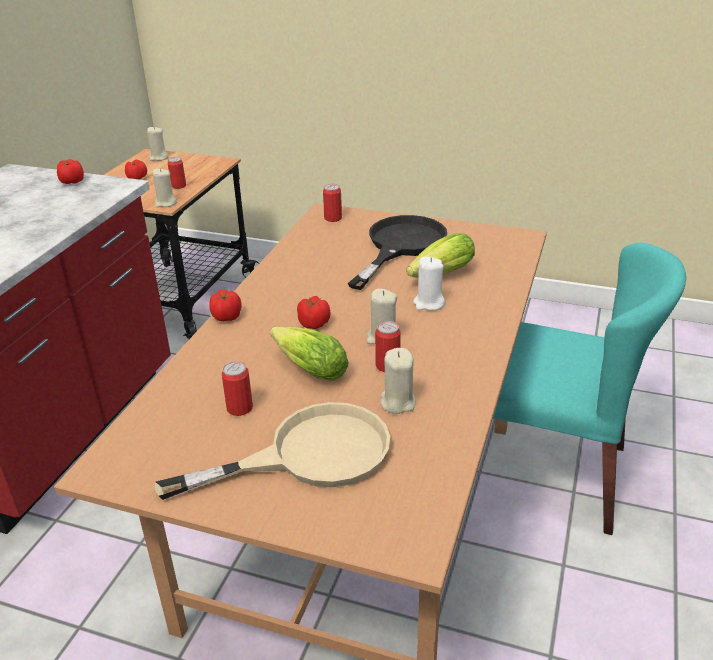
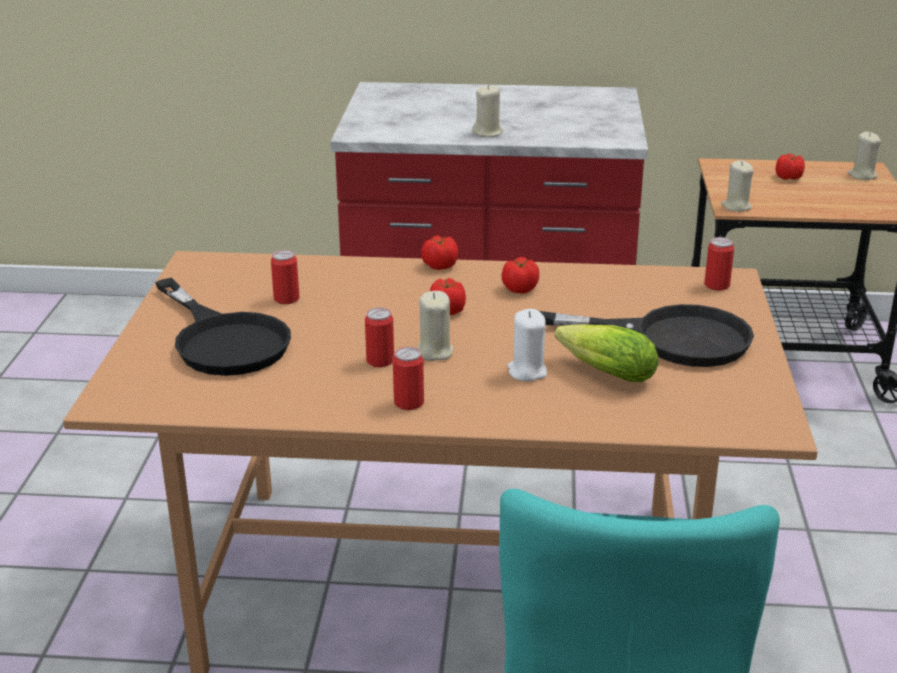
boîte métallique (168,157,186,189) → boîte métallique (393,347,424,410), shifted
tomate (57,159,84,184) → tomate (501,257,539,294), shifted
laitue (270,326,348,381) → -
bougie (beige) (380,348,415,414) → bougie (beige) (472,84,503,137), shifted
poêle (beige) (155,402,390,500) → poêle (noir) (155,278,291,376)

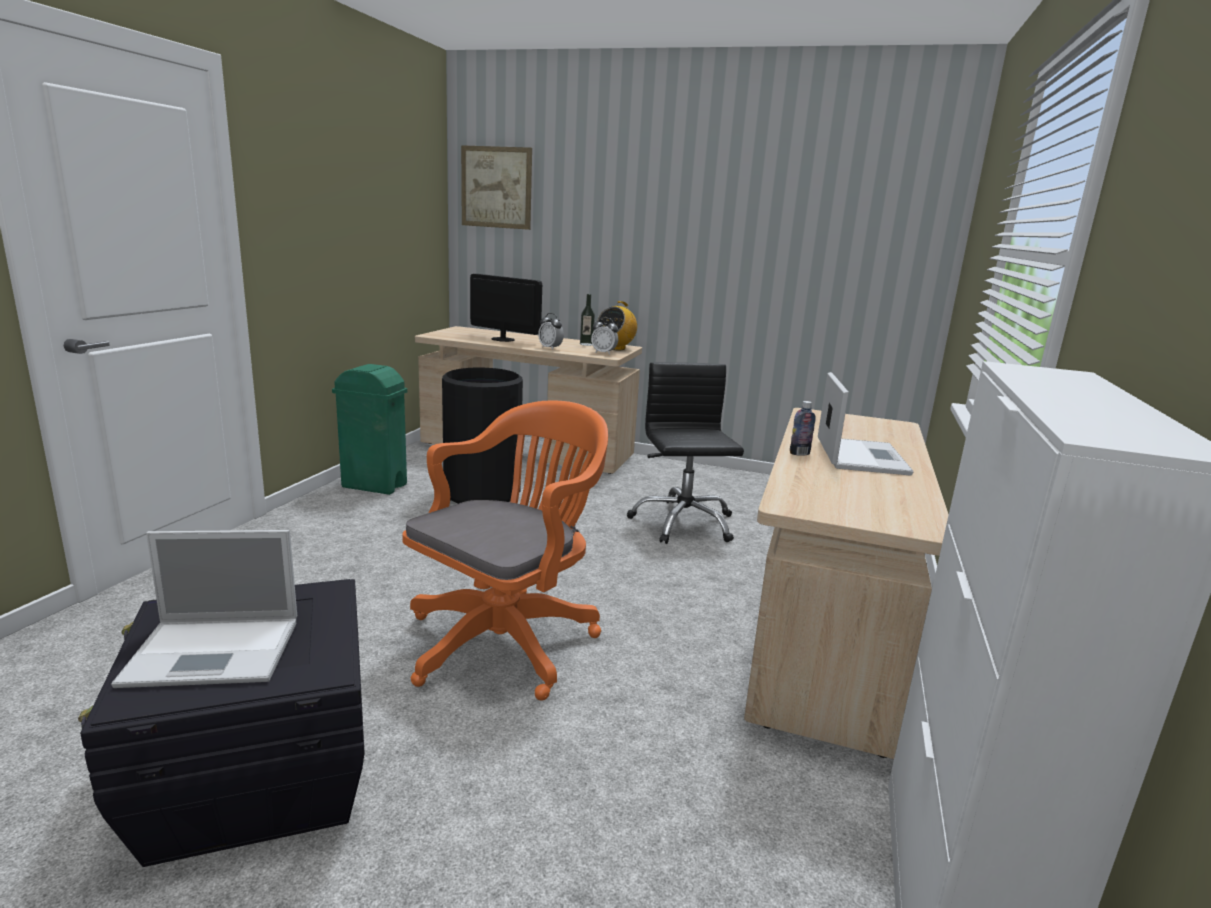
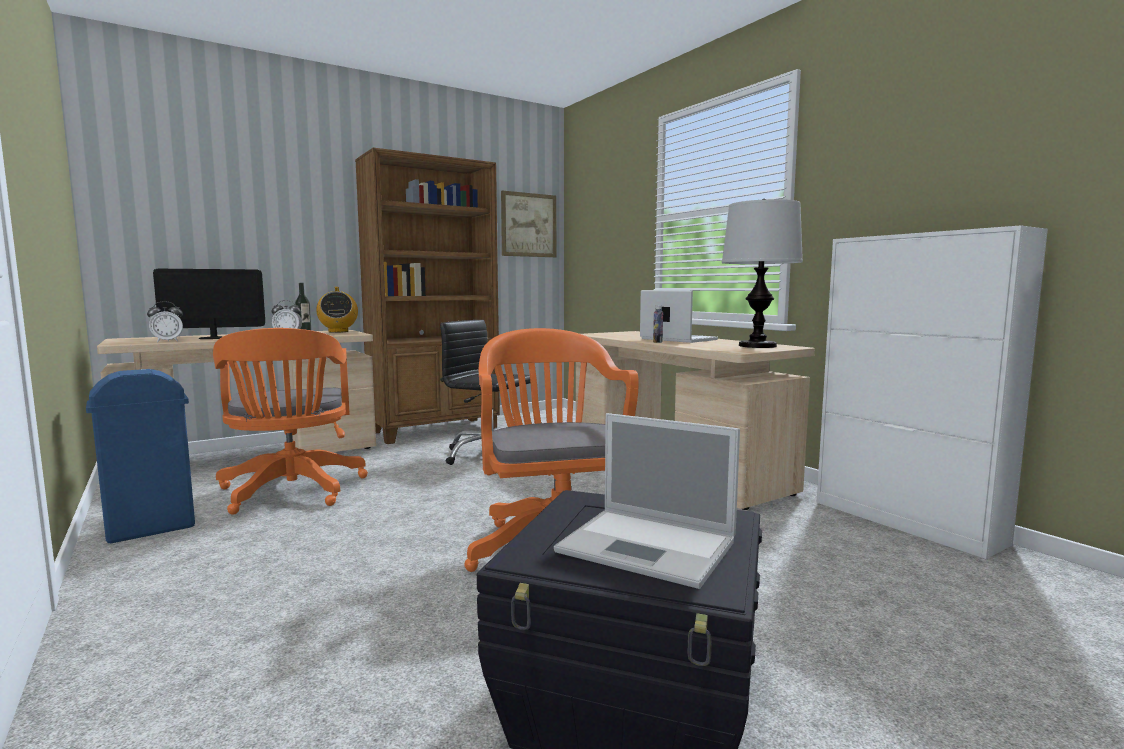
tableau (461,145,532,230) → tableau (501,190,556,257), shifted
réveil (591,317,618,355) → réveil (147,301,183,342), shifted
poubelle (vert) (332,364,407,495) → poubelle (bleu) (86,369,195,543)
poubelle (noir) (442,368,523,504) → chaise de bureau (orange) (213,328,368,515)
ordinateur portable (111,530,297,688) → ordinateur portable (554,413,740,589), 90 degrees clockwise
- → bibliothèque (marron) (355,147,500,444)
- → lampe de table (722,198,803,348)

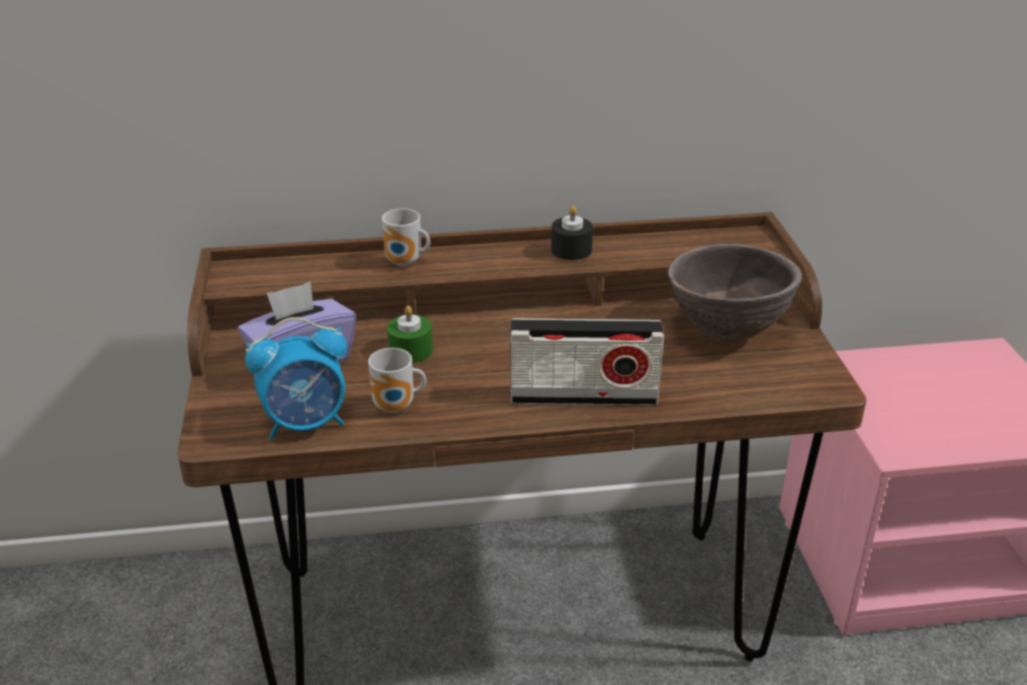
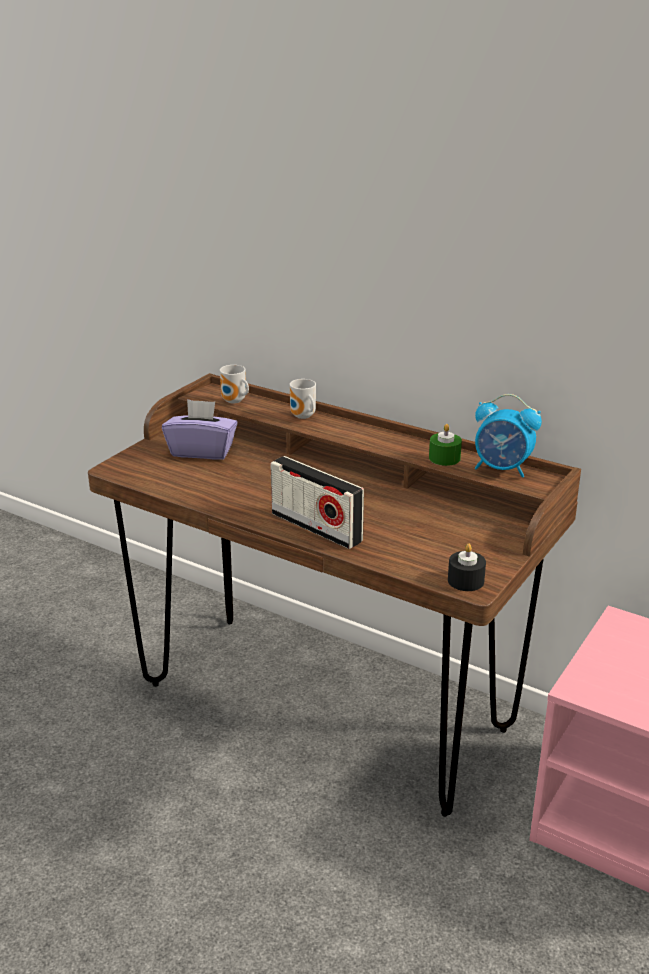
bougie (noir) (551,206,593,260) → bougie (noir) (448,543,486,591), shifted
bol (marron) (668,244,802,342) → -
bougie (vert) (387,306,433,363) → bougie (vert) (429,424,462,466), shifted
réveil (245,317,347,440) → réveil (475,394,542,478), shifted
mug (368,348,426,413) → mug (220,365,249,404), shifted

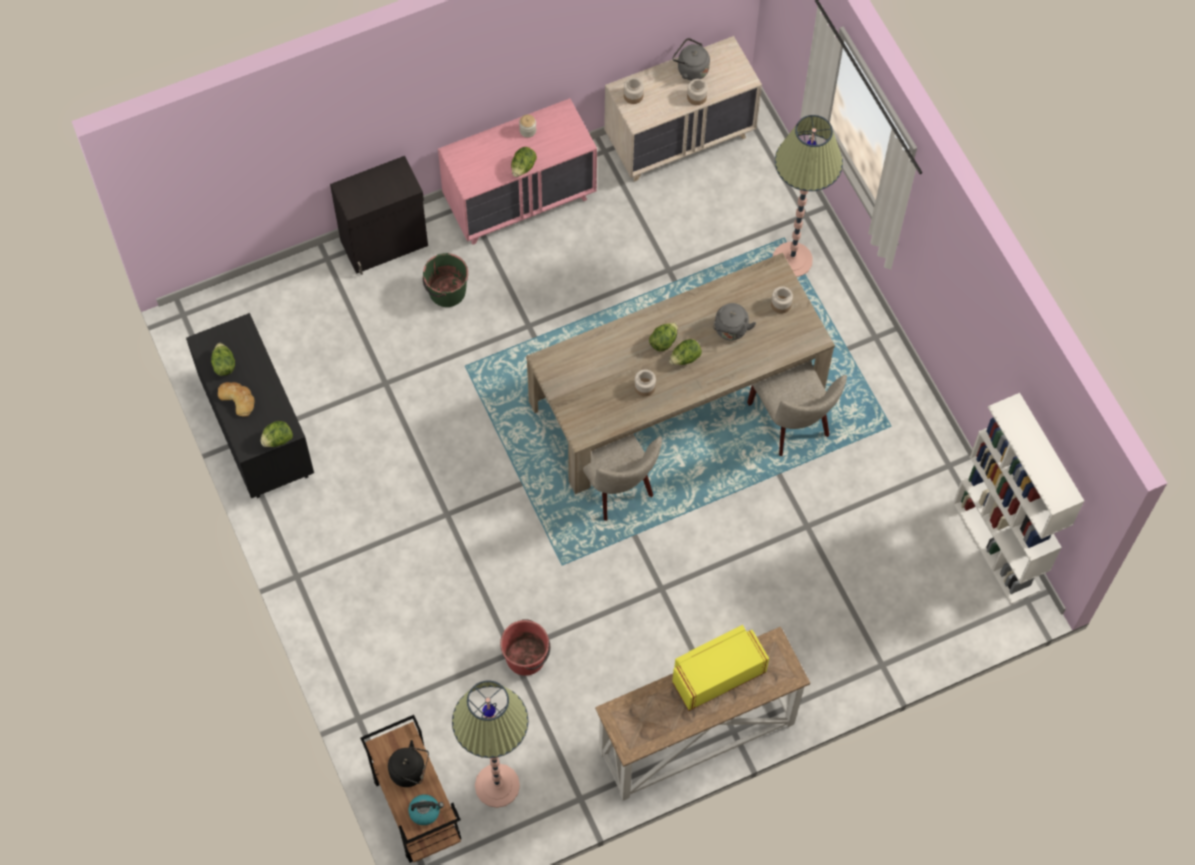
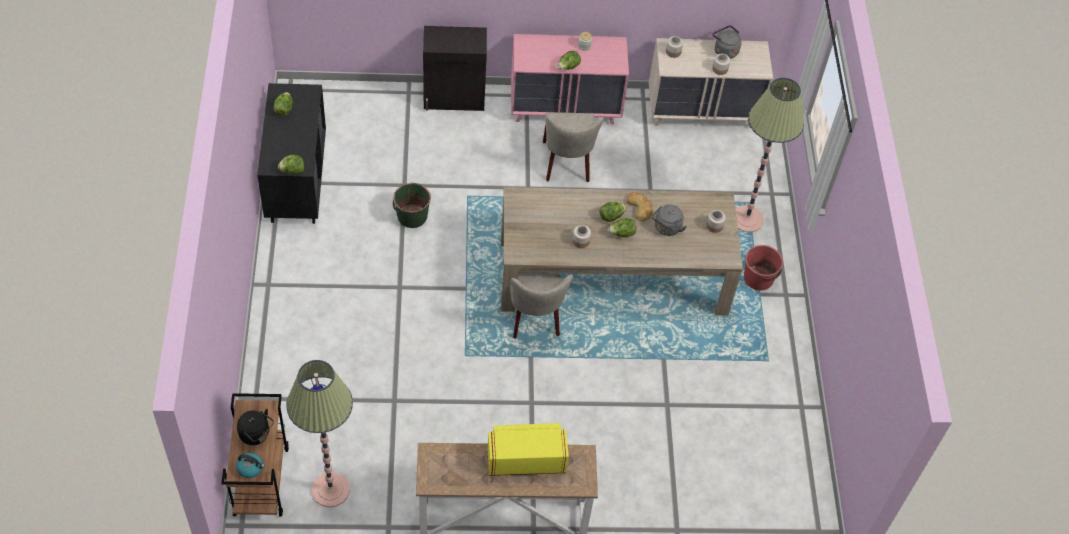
seau (vert) (423,253,468,307) → seau (vert) (393,183,431,228), shifted
chaise (beige) (747,361,847,456) → chaise (beige) (543,113,604,182), shifted
pain (218,382,254,417) → pain (627,192,653,222), shifted
bibliothèque (blanc) (953,393,1084,604) → -
seau (rouge) (500,619,550,676) → seau (rouge) (744,245,783,291), shifted

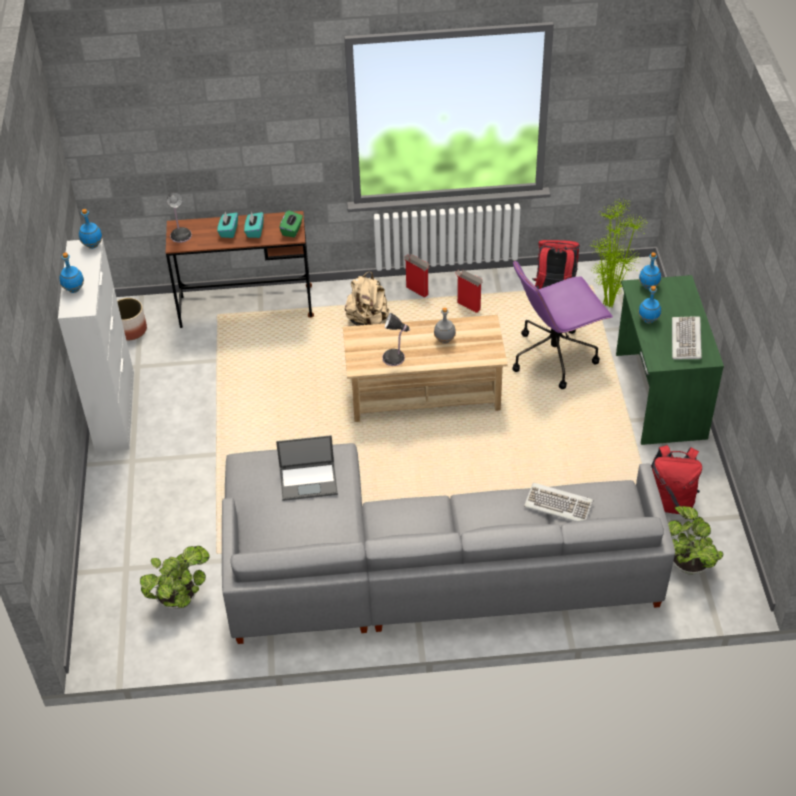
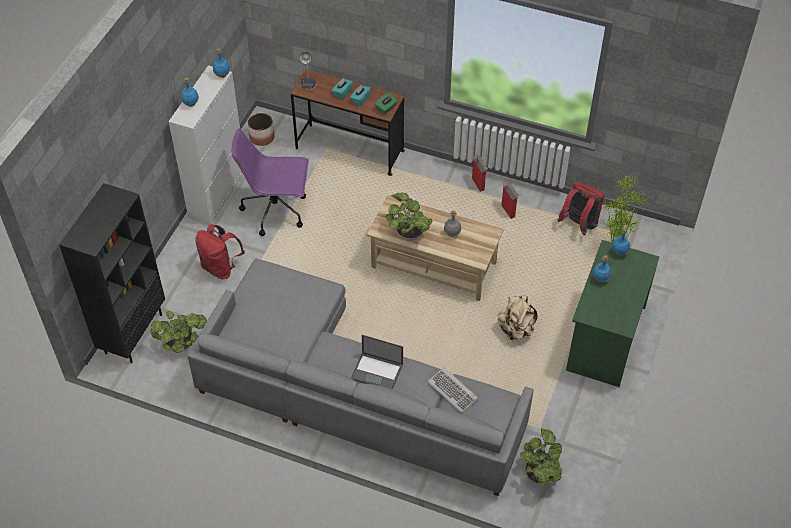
chaise de bureau (violet) (513,260,613,389) → chaise de bureau (violet) (232,129,309,236), shifted
sac à dos (beige) (345,272,389,326) → sac à dos (beige) (497,295,538,340), shifted
lampe de table (382,313,410,366) → plante en pot (386,192,432,241)
clavier (672,316,702,359) → -
ordinateur portable (276,435,338,501) → ordinateur portable (351,335,403,389), shifted
sac à dos (rouge) (651,445,702,514) → sac à dos (rouge) (195,225,245,279), shifted
- → bibliothèque (noir) (59,183,165,363)

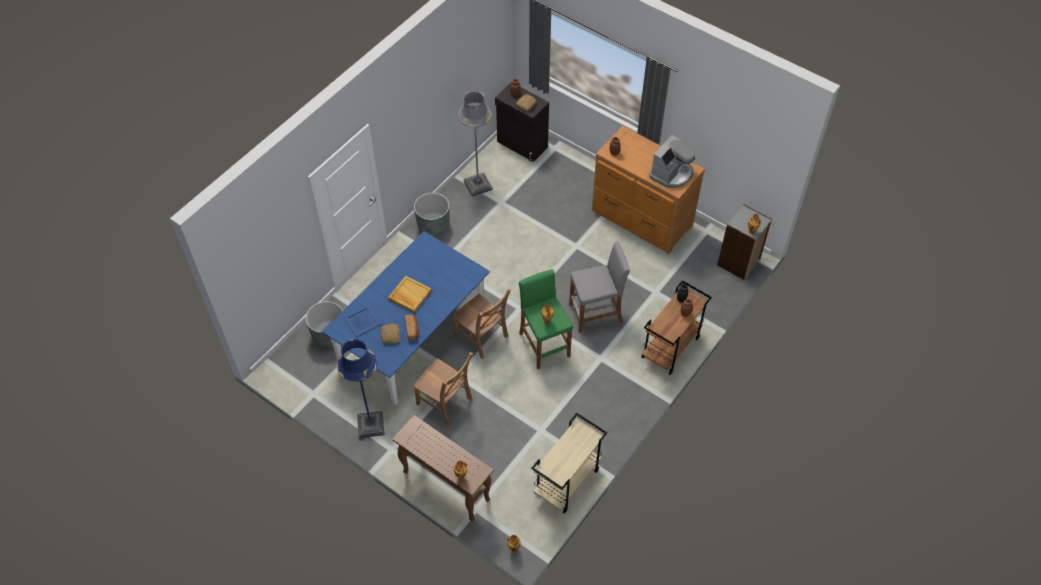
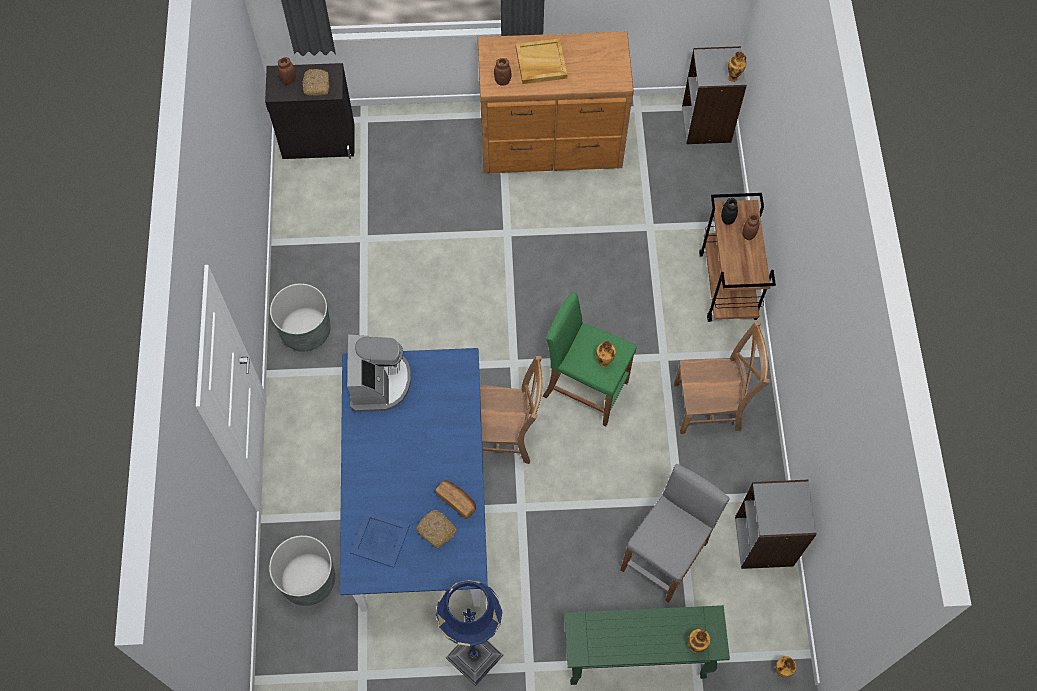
lampadaire (gris) (458,90,492,197) → -
machine à café (649,135,695,188) → machine à café (347,334,411,412), shifted
tabouret (gris) (569,242,630,333) → tabouret (gris) (620,464,730,603), shifted
plateau (beige) (388,276,432,313) → plateau (beige) (516,38,568,84), shifted
chaise (marron) (413,352,473,426) → chaise (marron) (674,321,770,434), shifted
chariot (beige) (531,413,607,514) → bibliothèque (gris) (735,480,817,569)
table console (marron) (392,415,494,521) → table console (vert) (564,605,730,685)

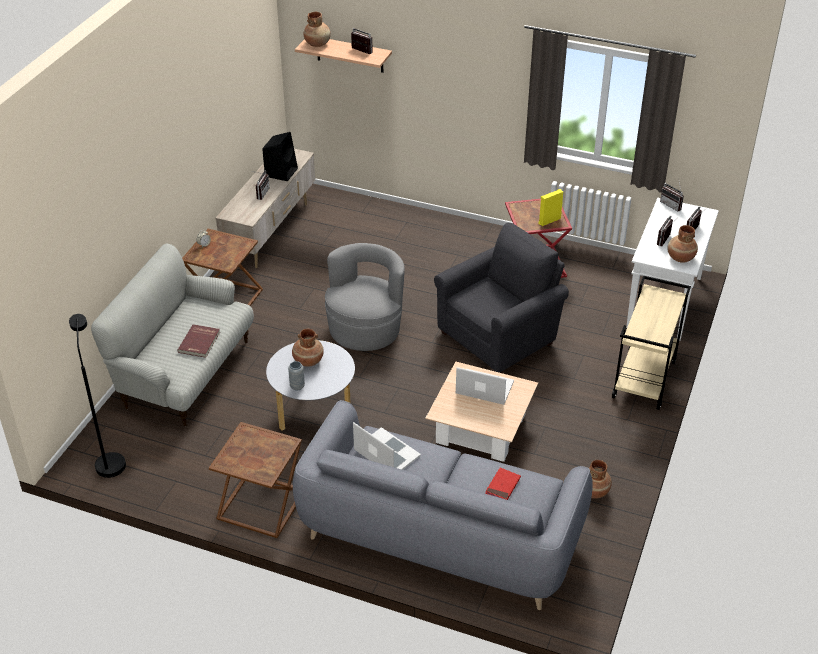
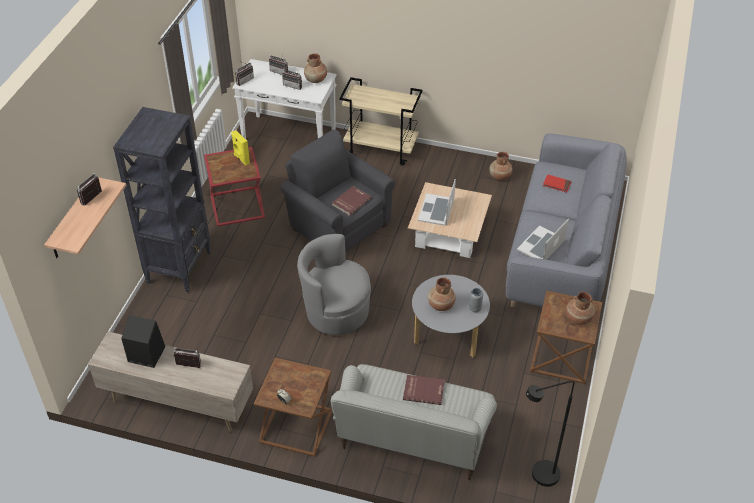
vase (marron) (304,12,331,47) → vase (marron) (566,292,595,325), shifted
- → bibliothèque (noir) (113,107,211,292)
- → livre (rouge) (332,186,372,216)

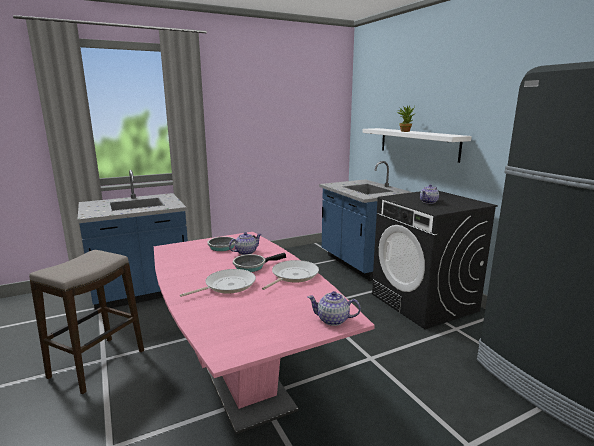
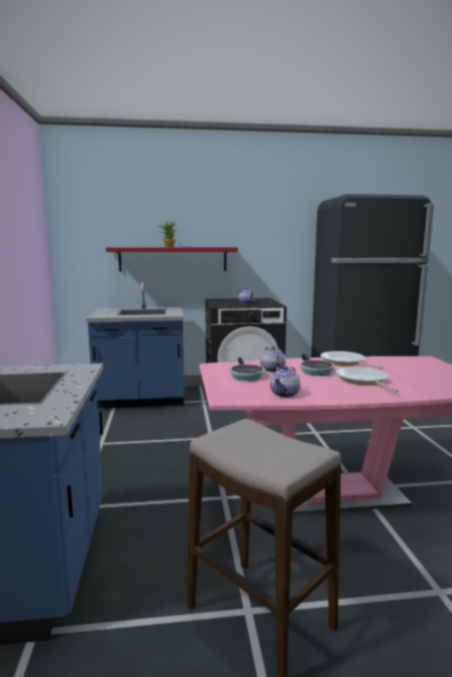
étagère (blanc) (362,128,472,163) → étagère (rouge) (106,247,238,272)
théière (307,291,361,326) → théière (270,366,300,398), shifted

